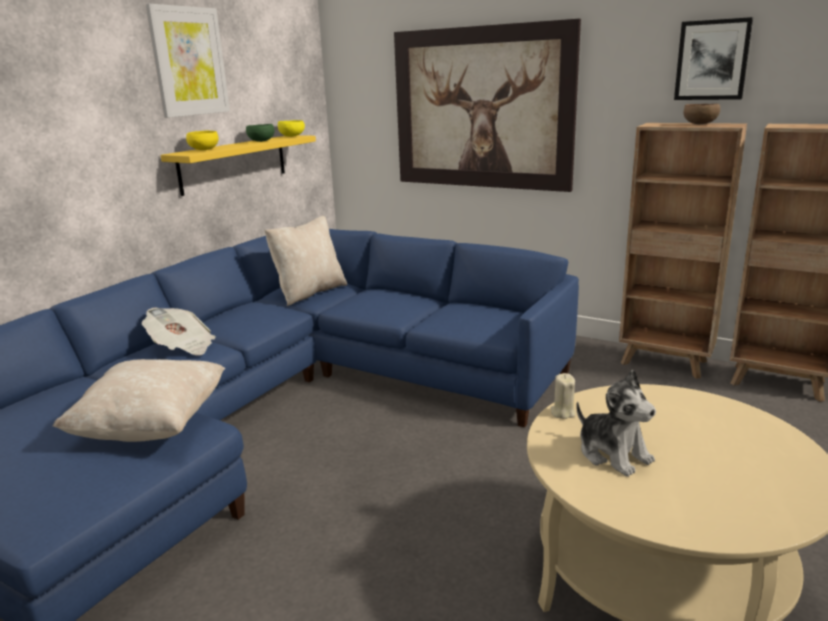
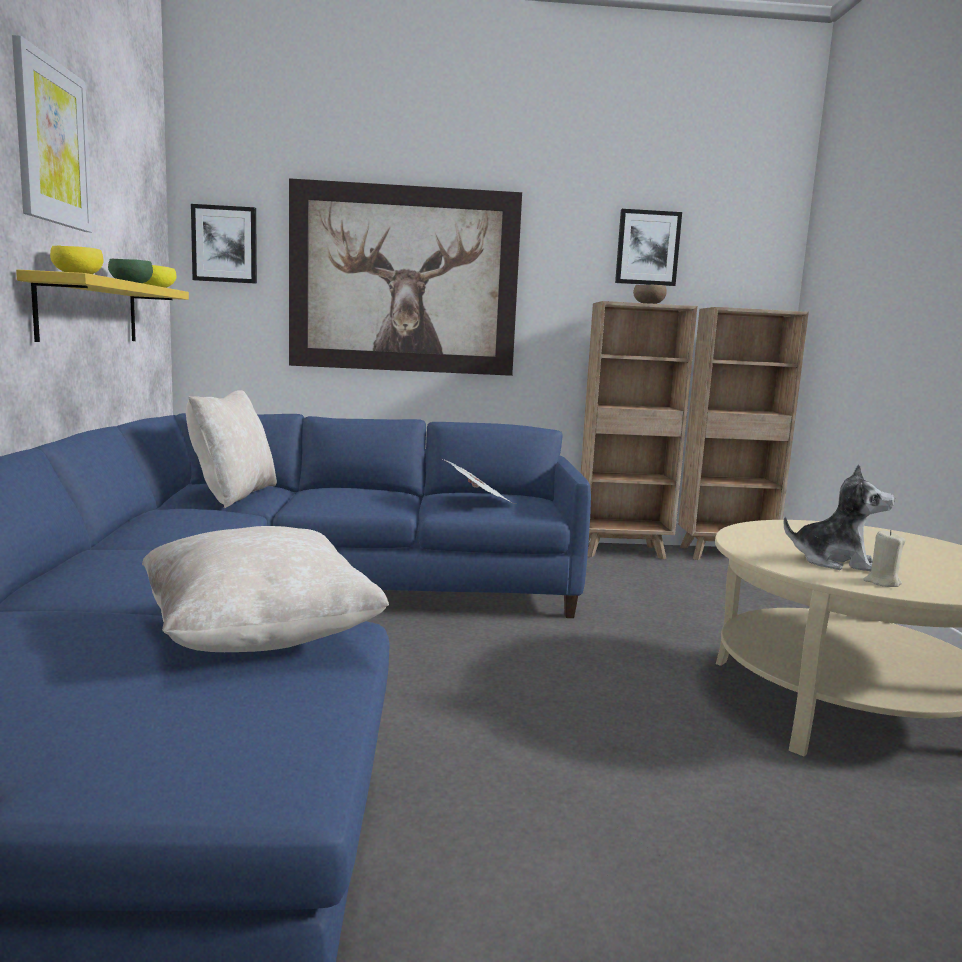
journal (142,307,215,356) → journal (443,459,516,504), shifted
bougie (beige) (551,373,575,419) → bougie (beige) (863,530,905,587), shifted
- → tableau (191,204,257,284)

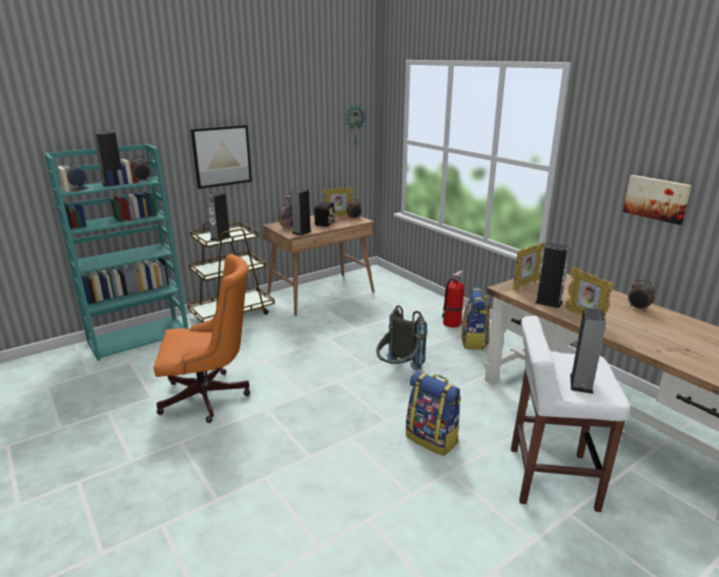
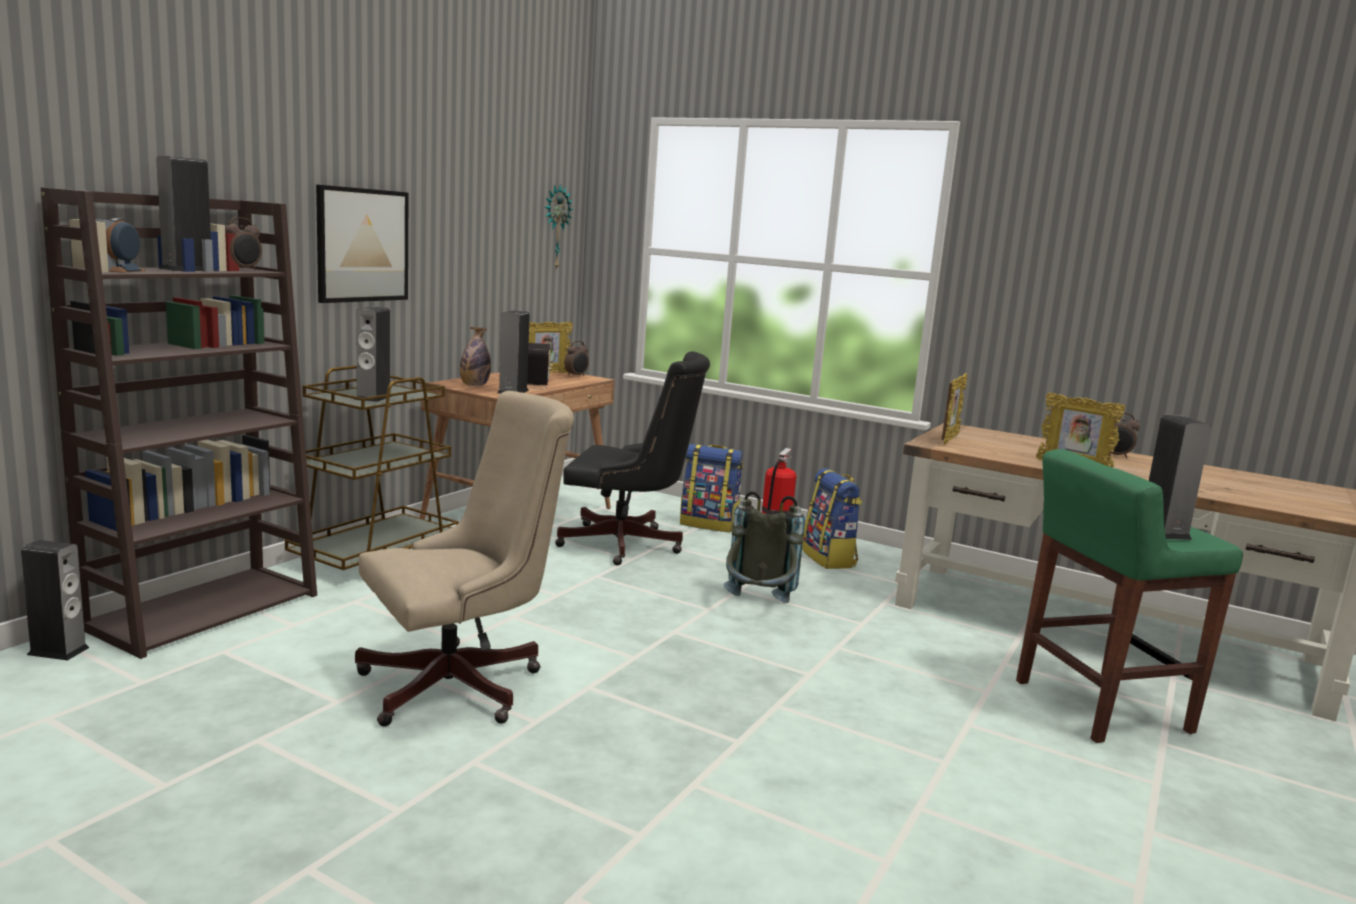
bibliothèque (turquoise) (44,144,189,361) → bibliothèque (marron) (41,187,317,659)
tableau (623,175,692,225) → -
enceinte (535,242,570,308) → enceinte (21,540,90,661), shifted
chaise de bureau (orange) (153,254,250,423) → chaise de bureau (beige) (355,391,574,727)
tabouret (blanc) (511,316,630,512) → tabouret (vert) (1016,449,1243,743)
sac à dos (406,371,461,456) → sac à dos (680,444,743,532), shifted
- → chaise de bureau (noir) (555,351,710,565)

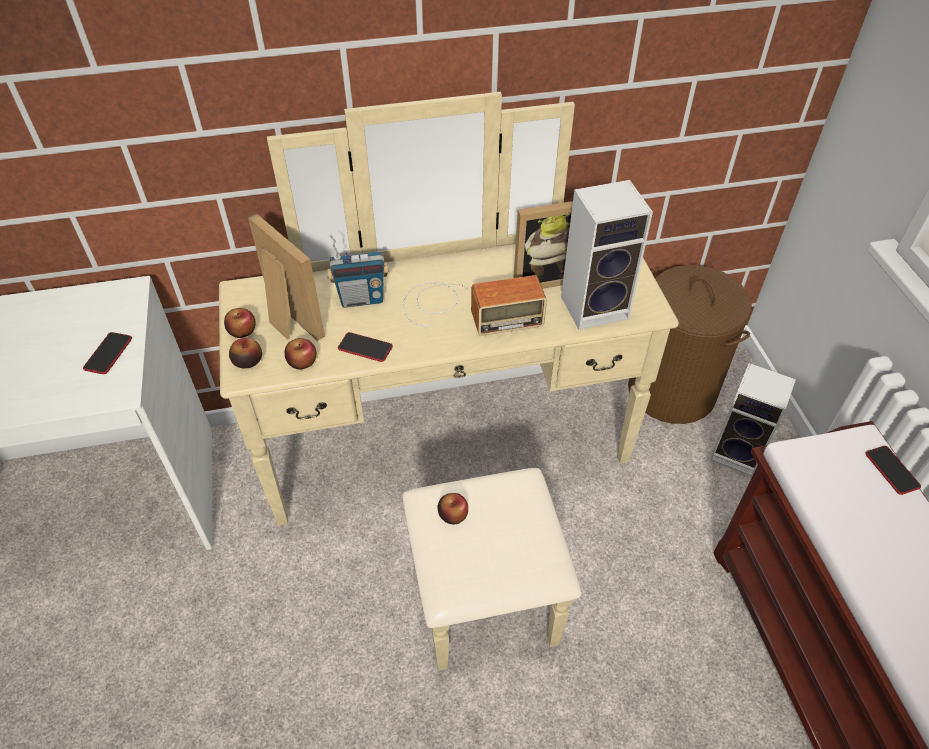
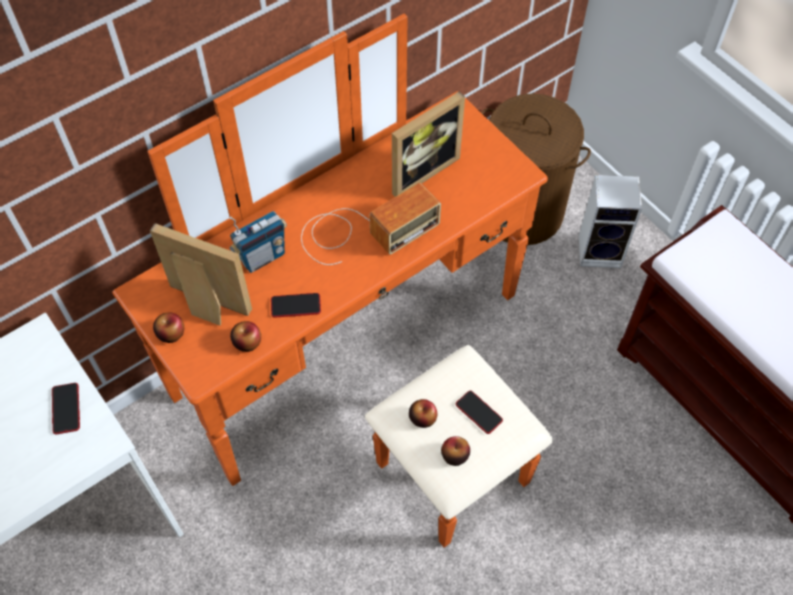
commode (beige) (219,92,679,671) → commode (orange) (112,14,553,548)
enceinte (561,180,653,330) → -
pomme (229,338,262,368) → pomme (441,436,470,466), shifted
téléphone (865,446,921,495) → téléphone (456,391,503,434), shifted

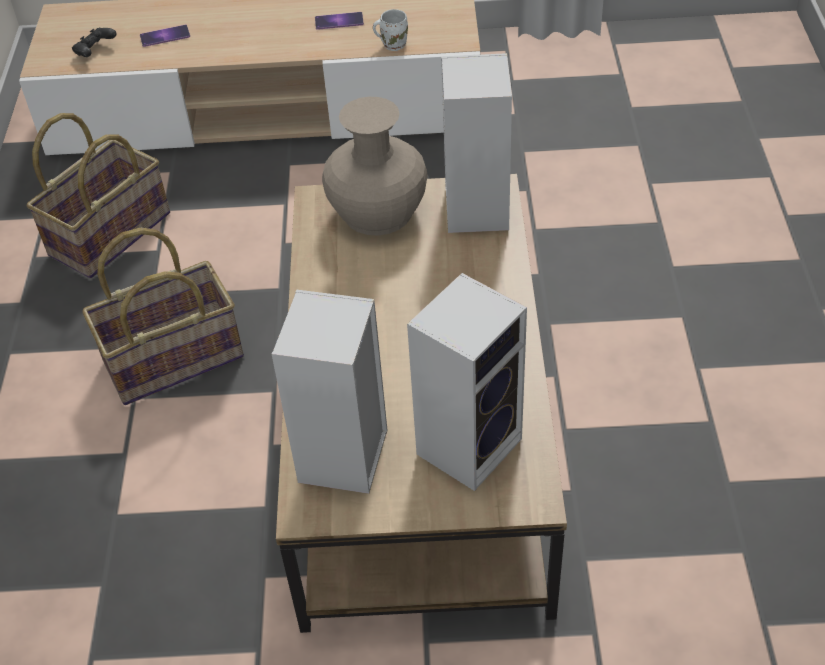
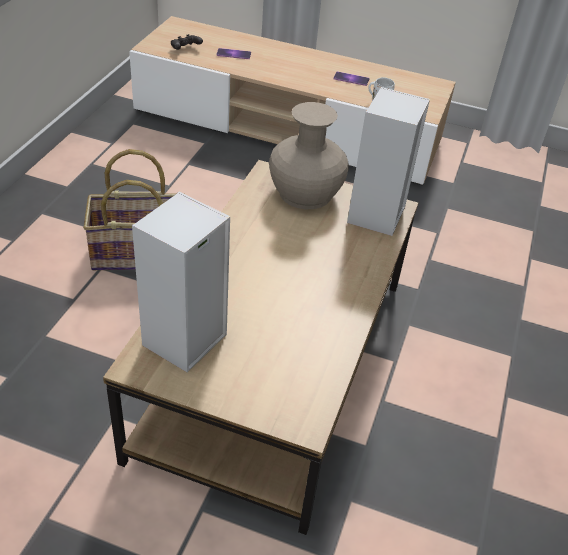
panier (27,113,170,278) → -
enceinte (407,273,527,491) → -

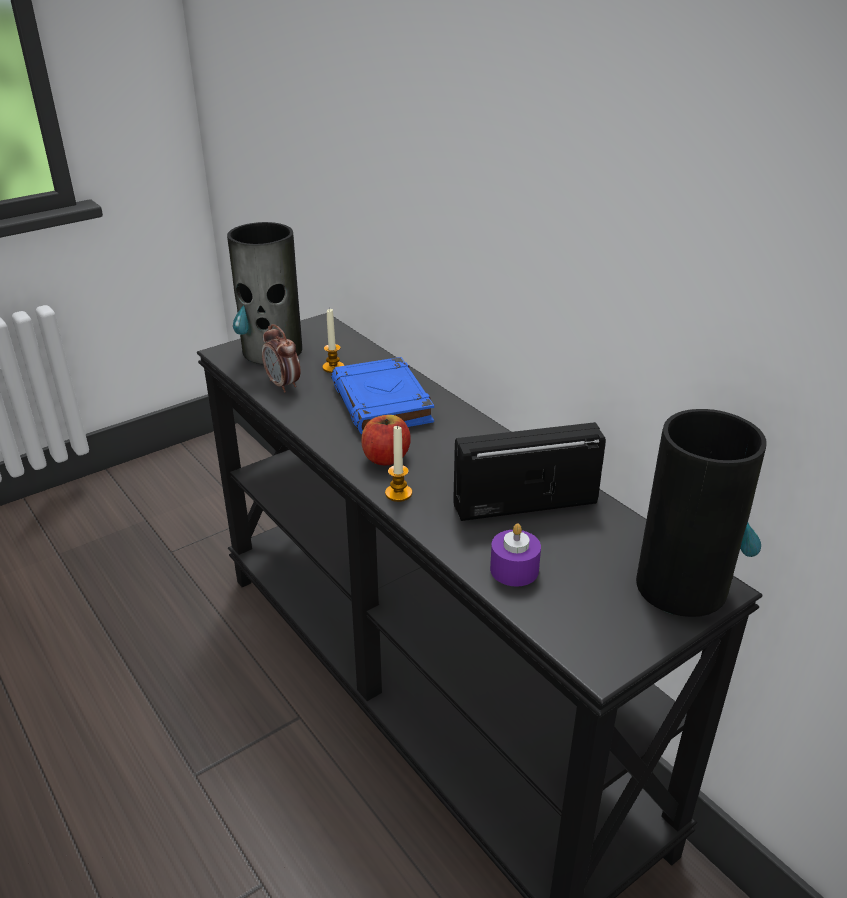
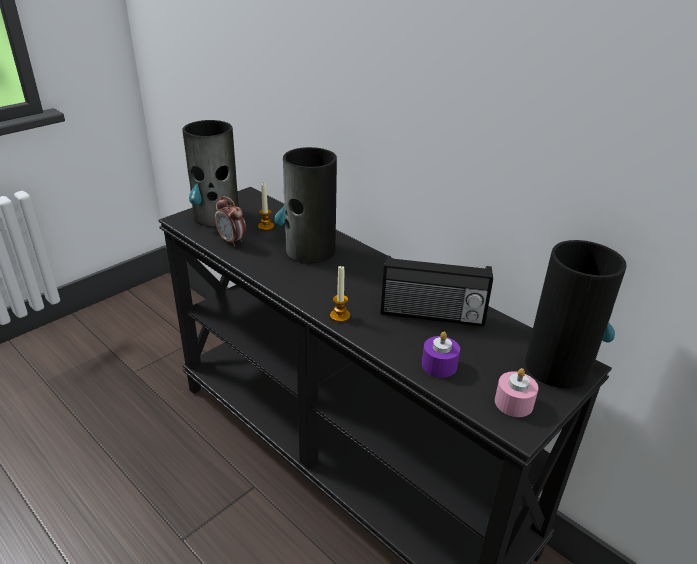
livre (bleu) (331,357,434,434) → vase (274,147,337,263)
pomme (361,415,411,465) → -
radio (453,422,606,521) → radio (381,255,493,326), 150 degrees counterclockwise
- → bougie (rose) (495,368,538,417)

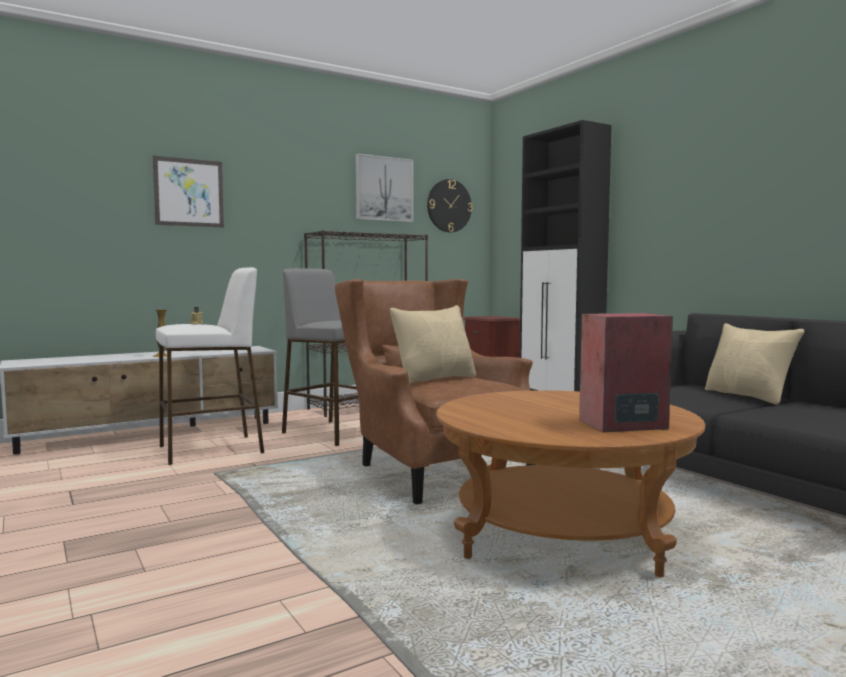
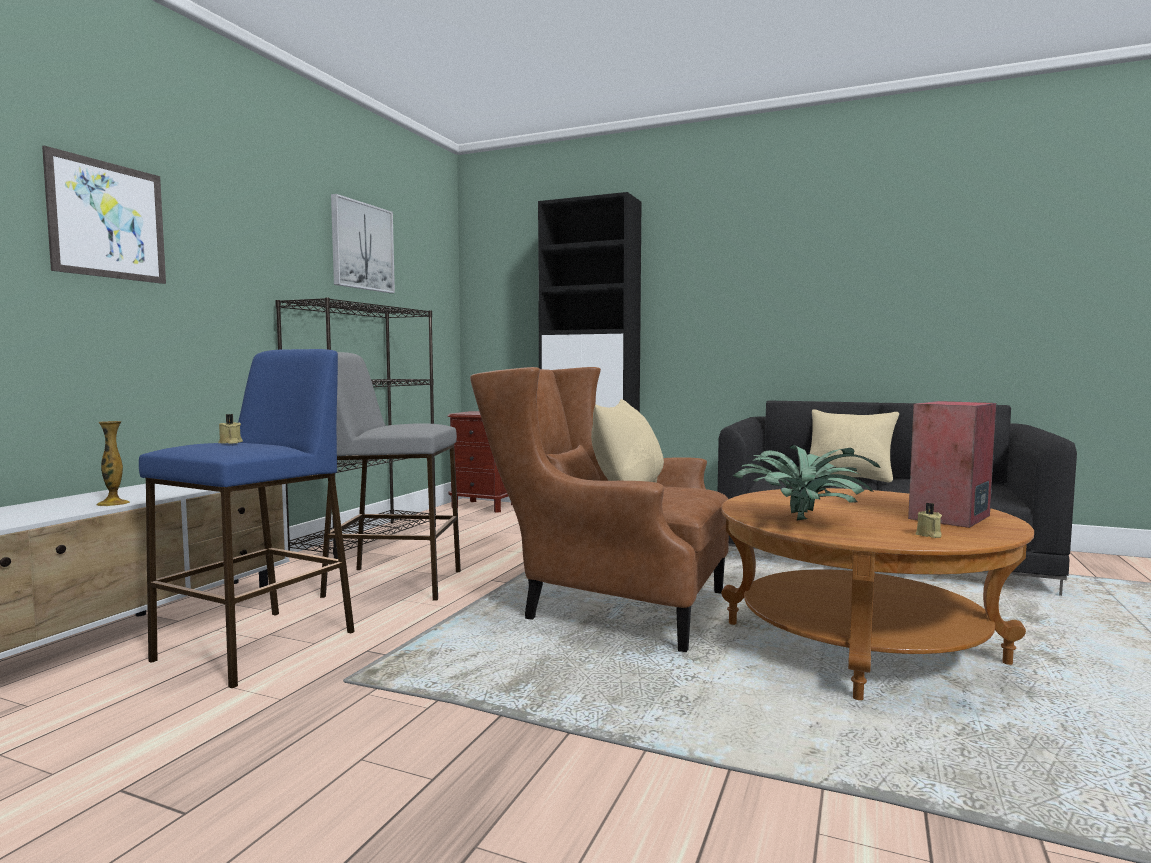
horloge murale (427,179,472,232) → -
tabouret (blanc) (156,267,264,465) → tabouret (bleu) (139,349,355,688)
- → plante en pot (732,445,881,521)
- → bougie (beige) (915,503,942,538)

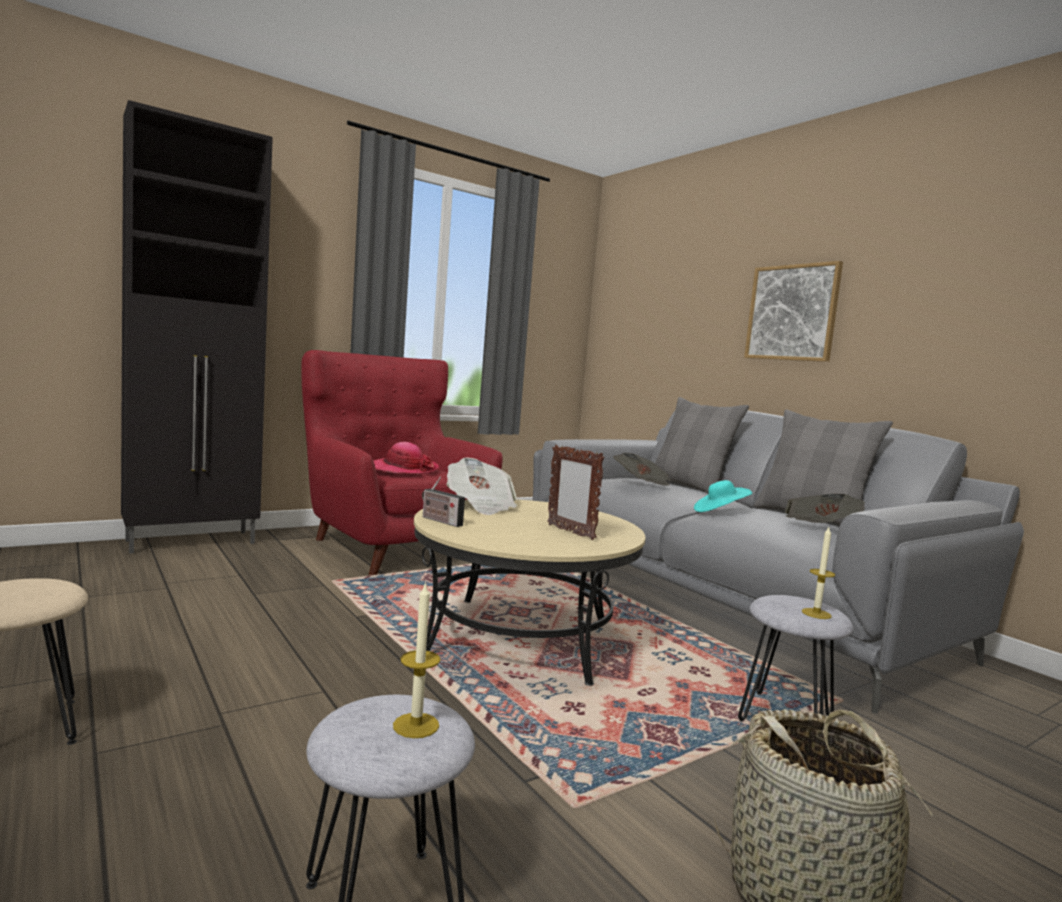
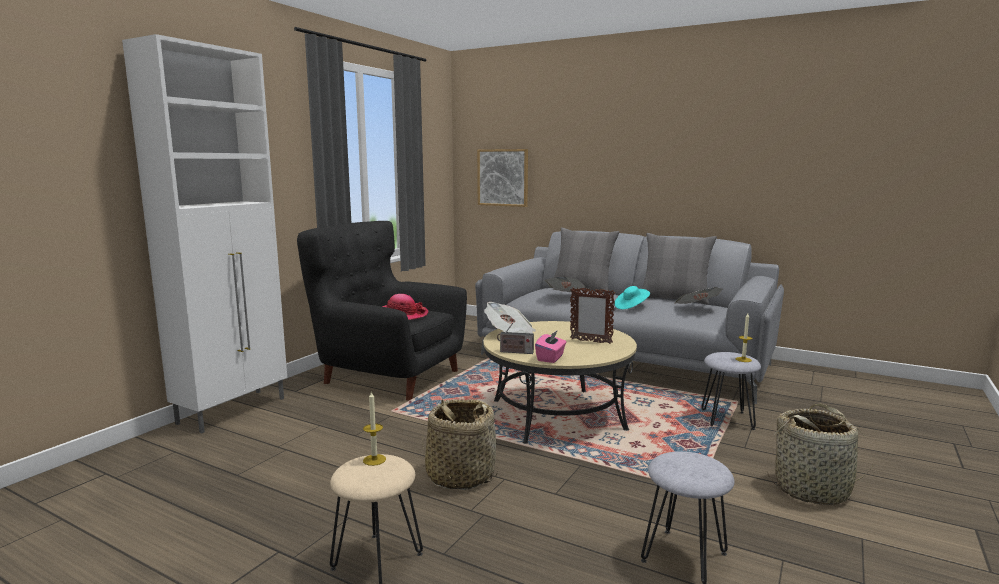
meuble de rangement (noir) (121,100,273,554) → meuble de rangement (blanc) (122,34,287,433)
tableau (744,261,843,362) → tableau (477,149,528,207), shifted
fauteuil (rouge) (301,350,503,576) → fauteuil (noir) (297,221,467,401)
bougie (393,582,440,738) → bougie (363,391,386,466), shifted
- → boîte à mouchoirs (rose) (535,330,566,363)
- → panier (422,399,498,490)

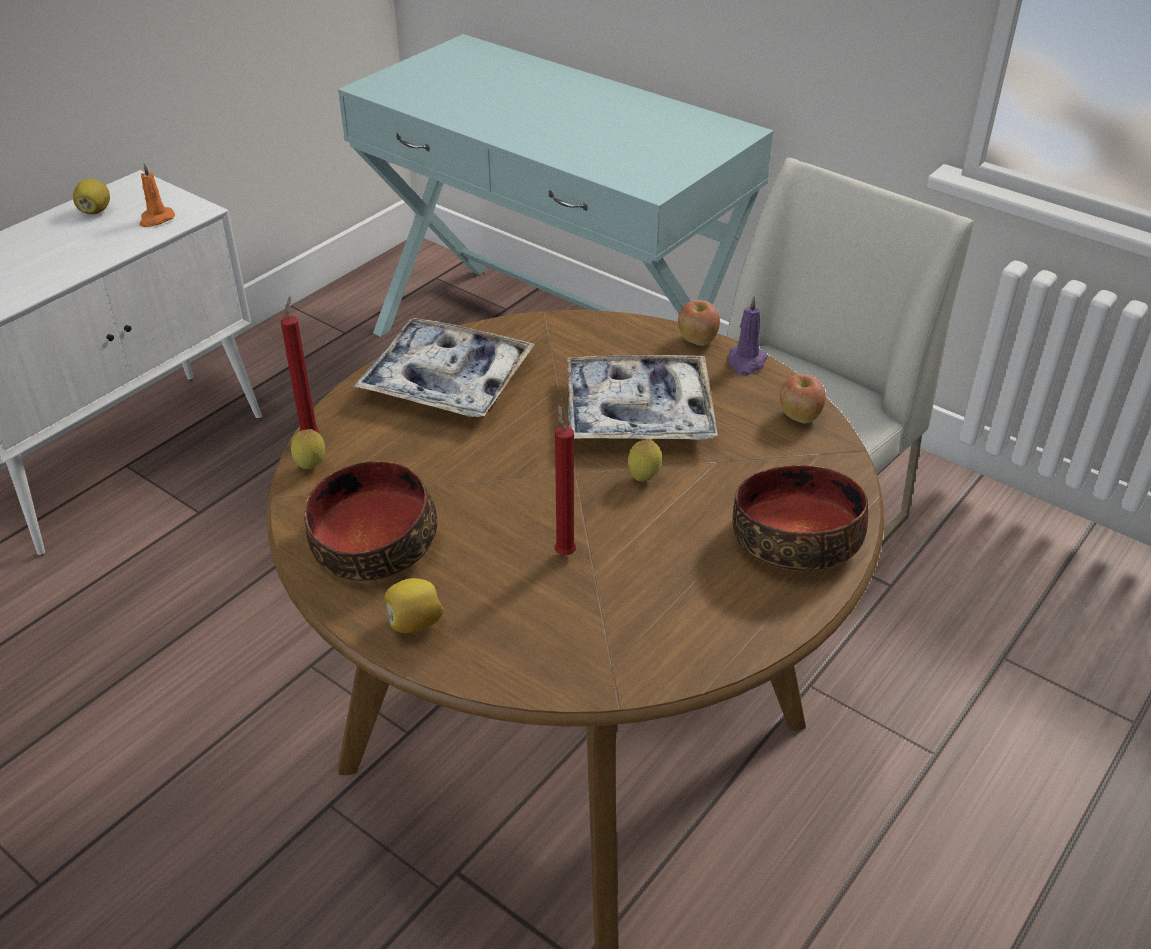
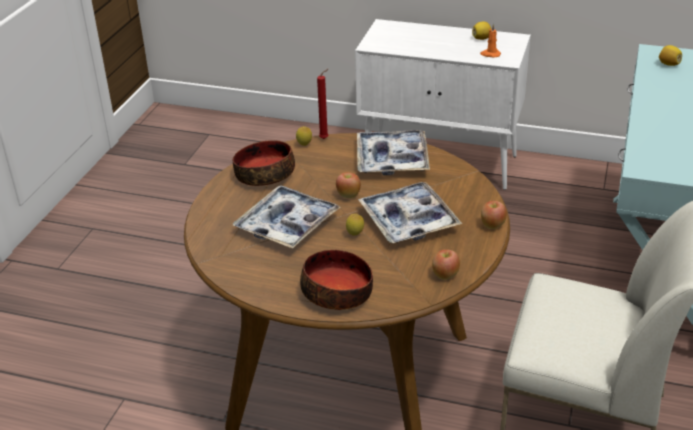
bougie (violet) (728,296,768,375) → -
bougie (rouge) (555,405,576,555) → plateau (233,185,340,249)
citron (384,578,444,633) → citron (659,45,682,66), shifted
- → pomme (336,172,361,198)

